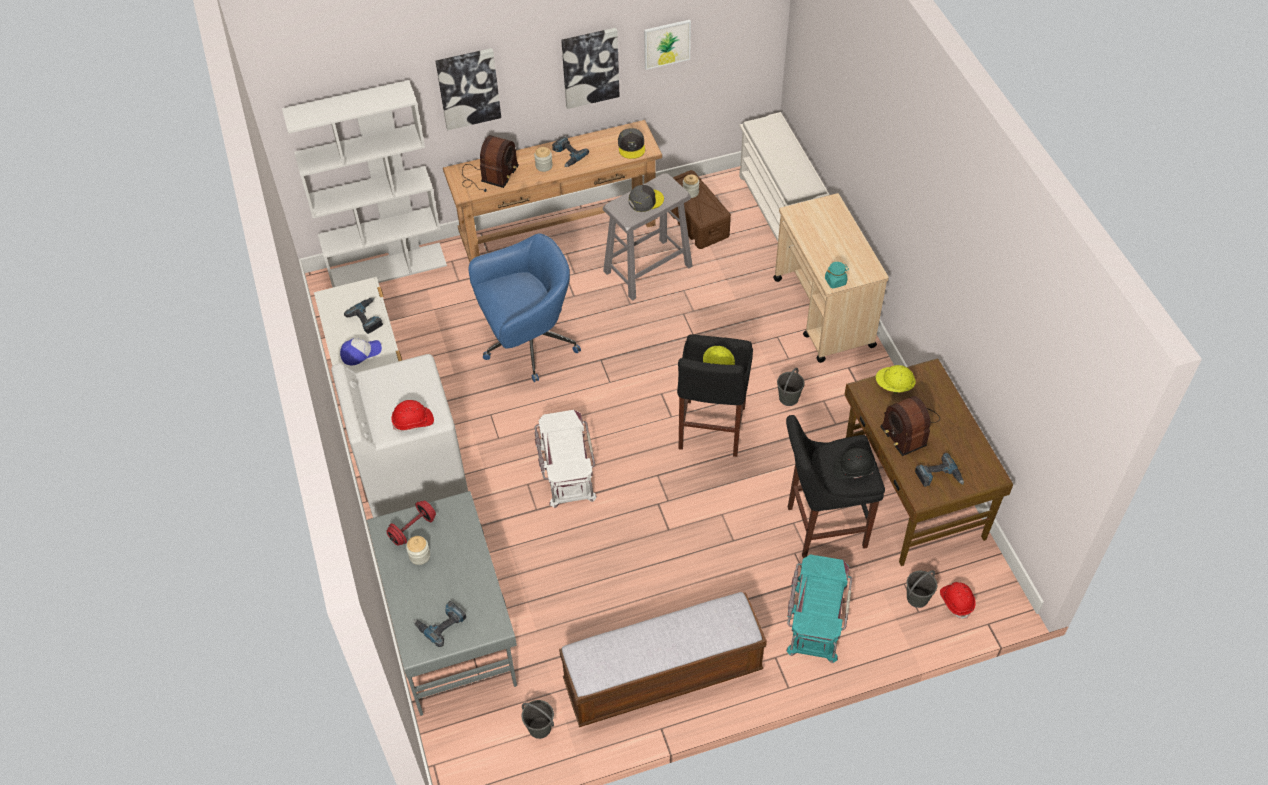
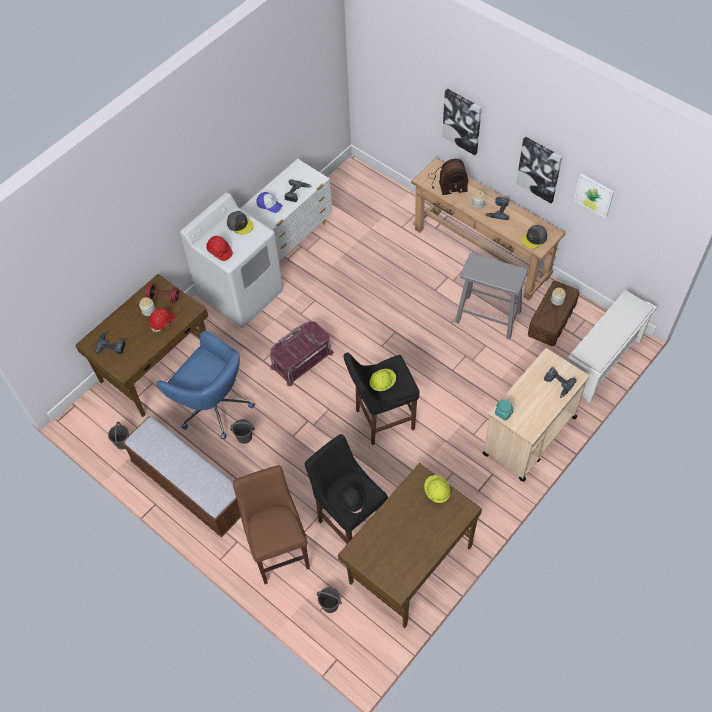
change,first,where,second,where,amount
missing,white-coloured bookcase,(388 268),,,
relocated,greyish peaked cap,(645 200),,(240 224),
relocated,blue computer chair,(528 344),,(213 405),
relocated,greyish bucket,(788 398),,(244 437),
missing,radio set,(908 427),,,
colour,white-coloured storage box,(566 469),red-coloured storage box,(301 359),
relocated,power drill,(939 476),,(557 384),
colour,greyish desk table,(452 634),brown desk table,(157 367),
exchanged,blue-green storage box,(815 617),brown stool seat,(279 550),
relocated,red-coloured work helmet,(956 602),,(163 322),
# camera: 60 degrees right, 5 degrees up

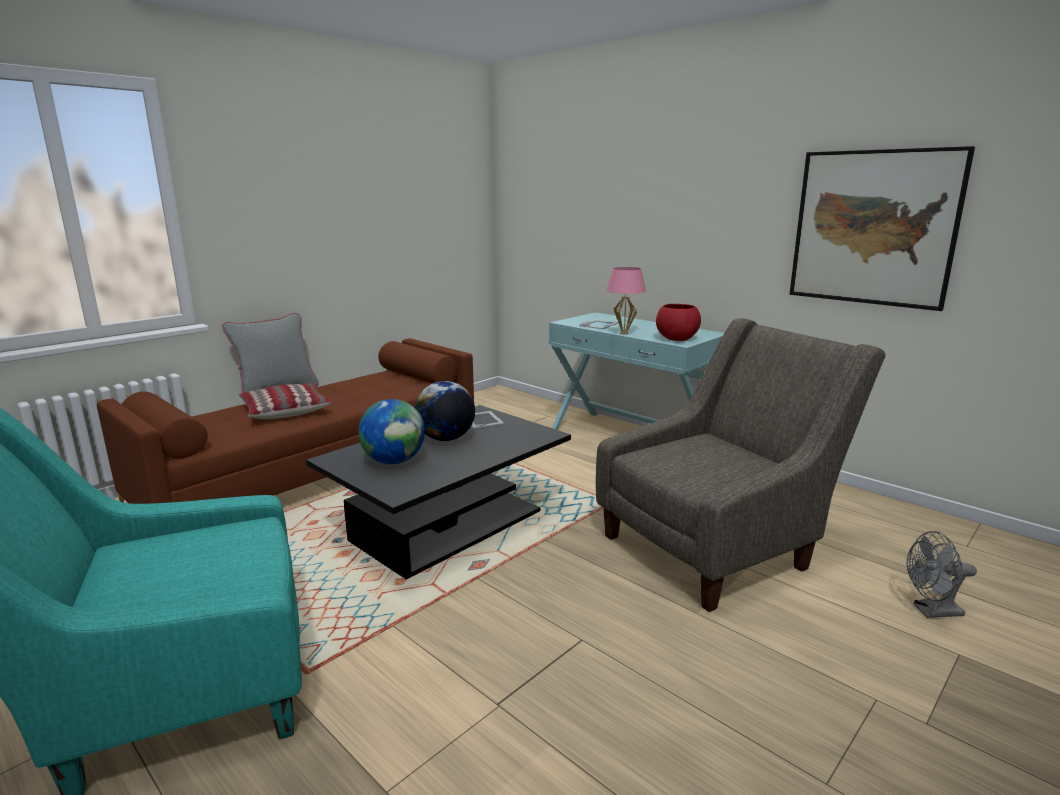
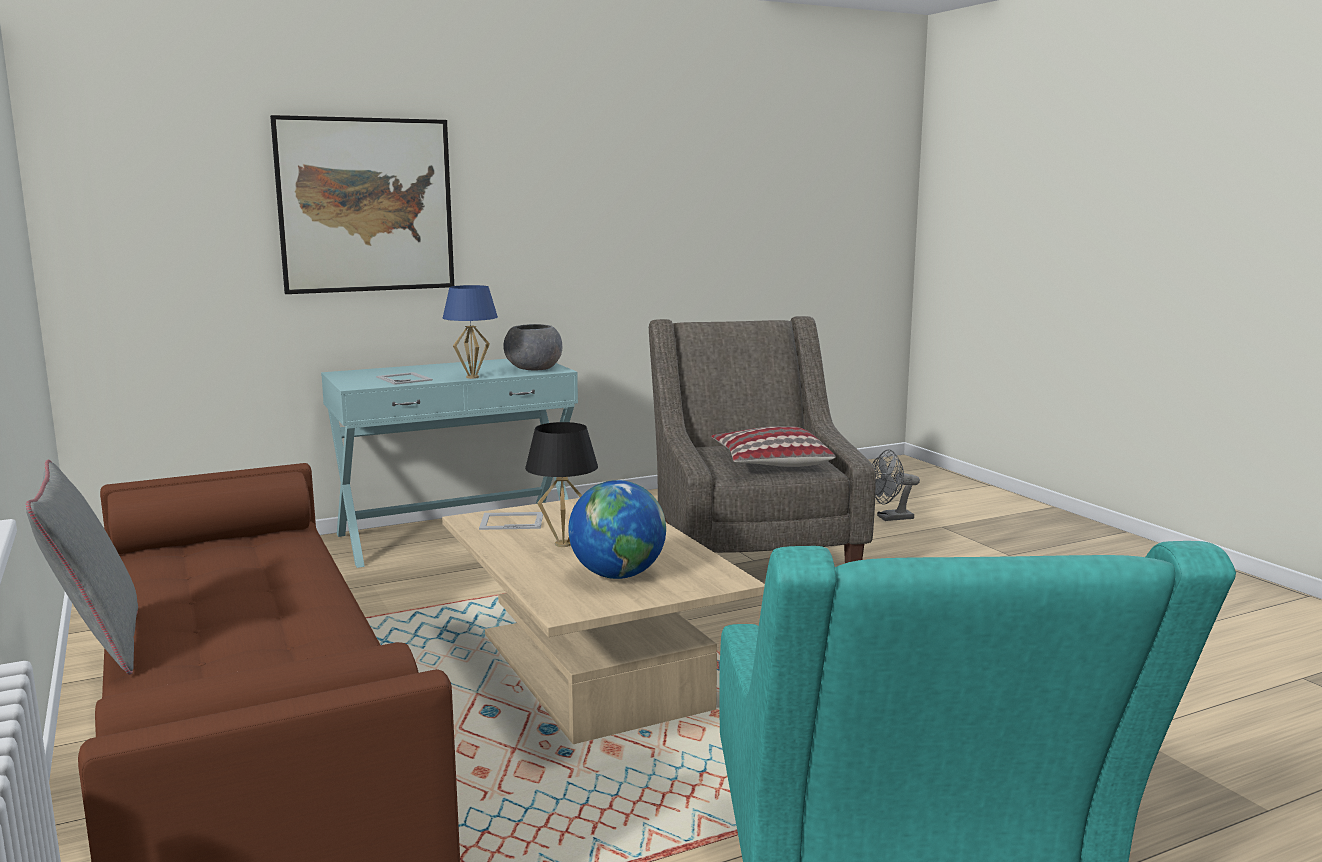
change,first,where,second,where,amount
relocated,wall picture,(873 228),,(366 205),
colour,pink-coloured table lamp,(624 333),blue table lamp,(472 377),
colour,red-coloured bowl,(677 338),greyish bowl,(533 368),
exchanged,globe,(446 438),black table lamp,(563 544),
relocated,throw pillow,(285 410),,(770 463),
colour,black coffee table,(448 526),beige coffee table,(591 670),
spun,greyish electric fan,(931 611),,(890 518),60 degrees clockwise
# camera: 70 degrees left, 5 degrees down

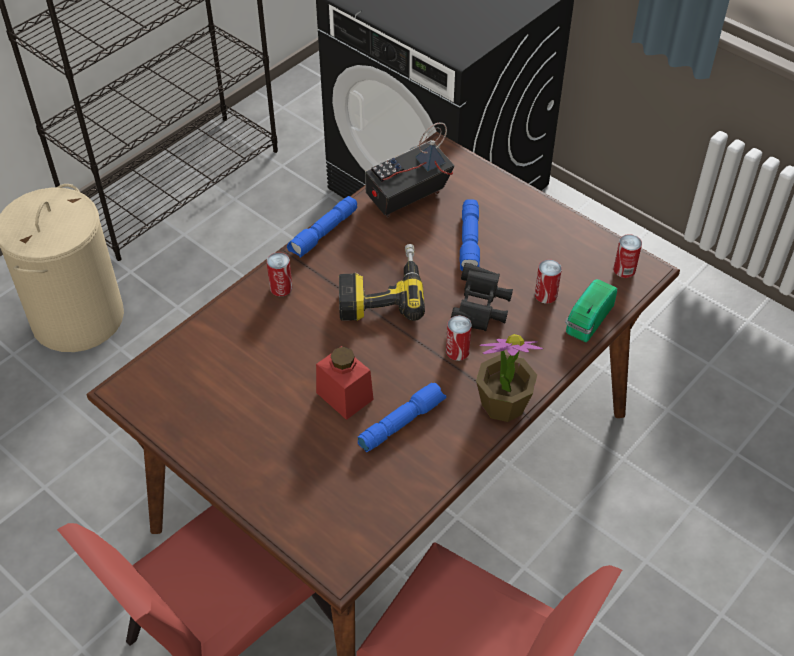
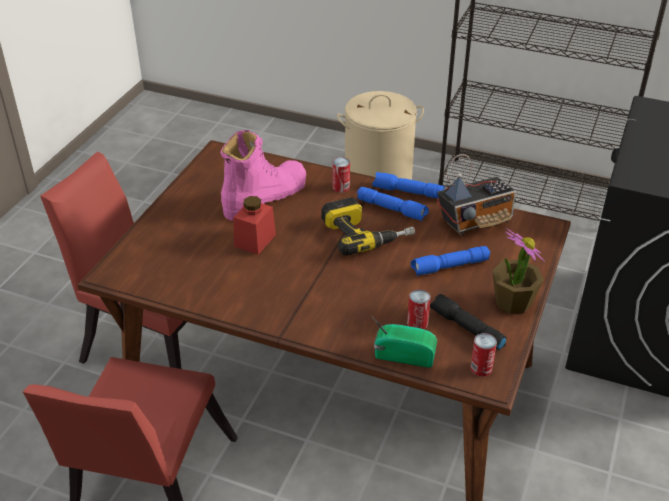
change,first,where,second,where,amount
spun,radio set,(406 198),,(476 222),120 degrees clockwise
missing,black pair of binoculars,(480 309),,,
missing,sealed can,(457 351),,,
relocated,houseplant,(503 404),,(512 302),
relocated,blue flashlight,(401 422),,(392 209),
appeared,,,pink-coloured high-top boot,(264 197),
appeared,,,black flashlight,(466 328),
# camera: 70 degrees right, 10 degrees down

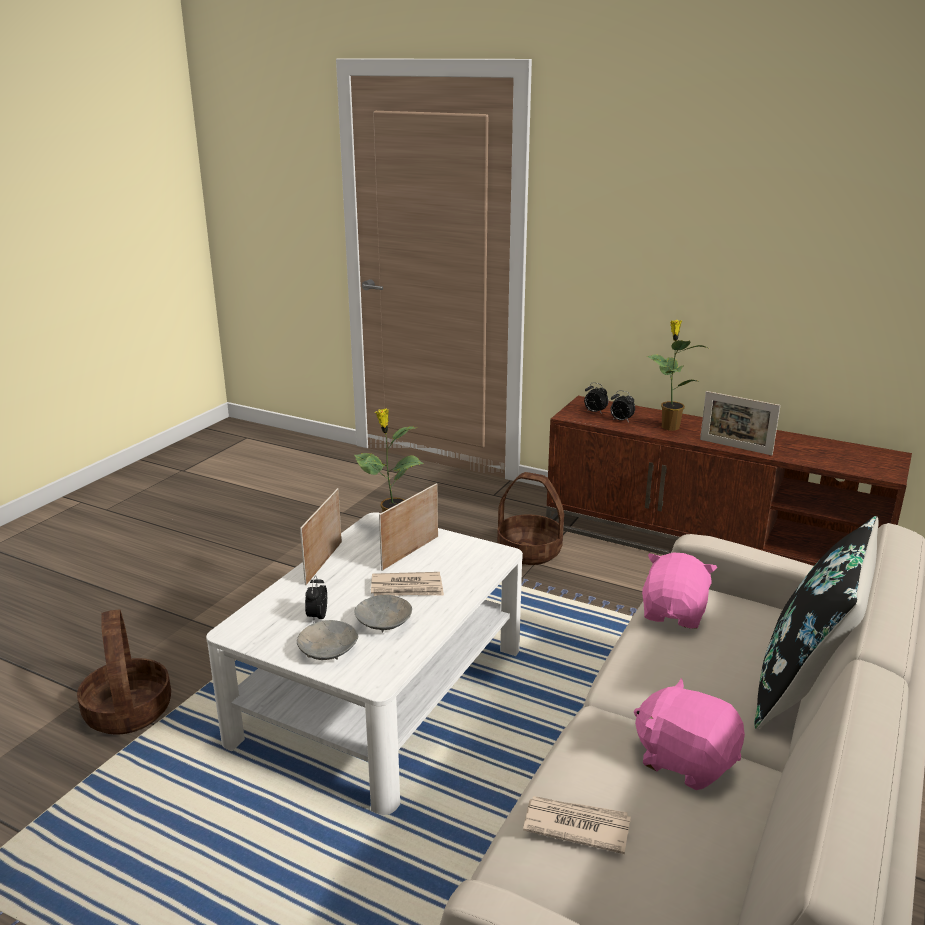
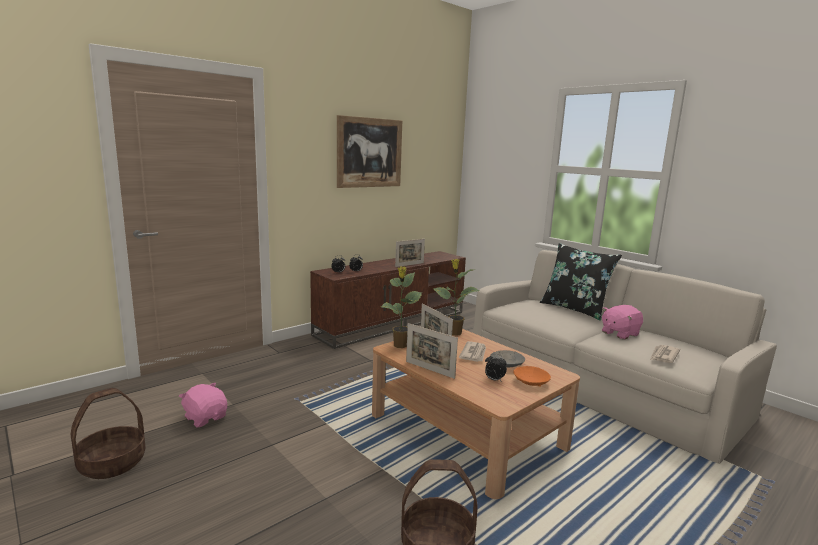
change,first,where,second,where,amount
relocated,houseplant,(669 426),,(454 333),
relocated,household basket,(530 551),,(112 462),
colour,white-coloured coffee table,(381 693),brown coffee table,(466 430),
relocated,pink-coloured cuddly toy,(674 613),,(206 418),
colour,greyish bowl,(327 650),orange bowl,(530 382),
appeared,,,wall picture,(369 153),
# camera: 70 degrees left, 10 degrees down

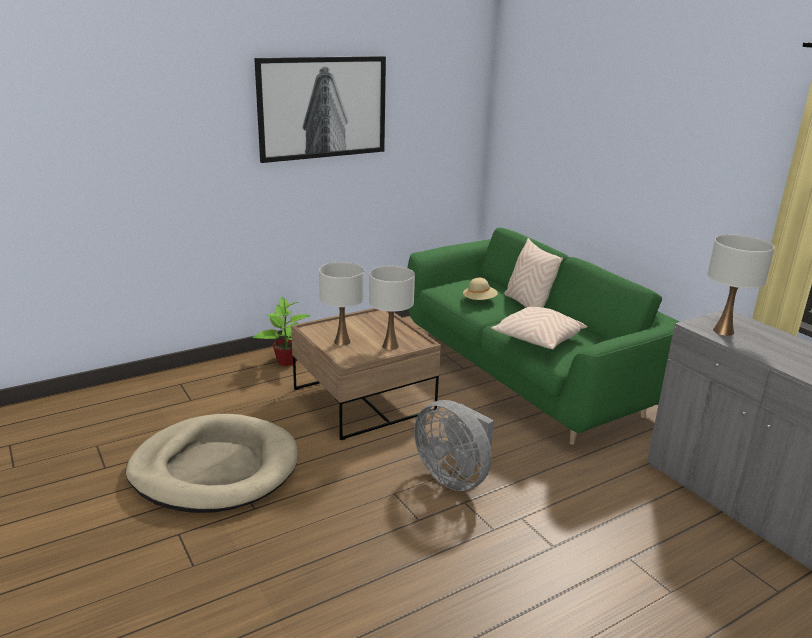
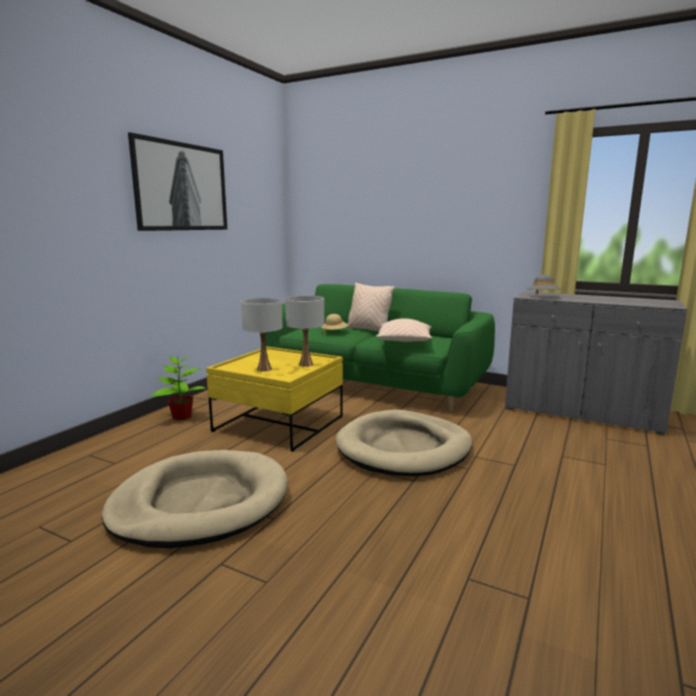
change,first,where,second,where,amount
exchanged,white-coloured table lamp,(723 331),greyish clothing hat,(543 297),
colour,brown coffee table,(364 400),yellow coffee table,(279 424),
exchanged,greyish electric fan,(454 476),beige dog cushion,(404 448),
# camera: 30 degrees left, 10 degrees down

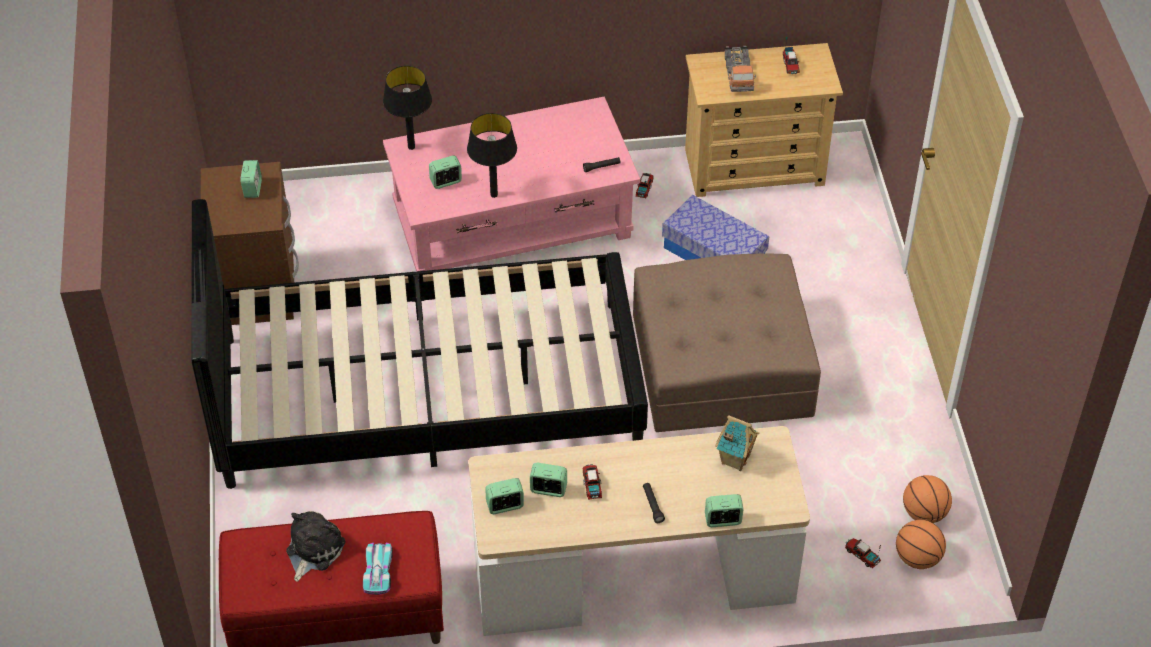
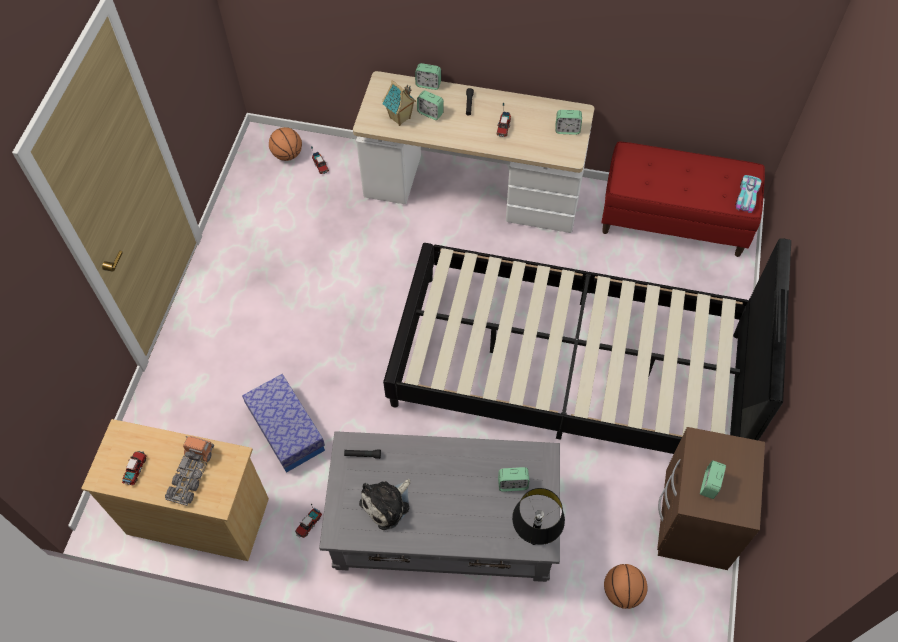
change,first,where,second,where,amount
colour,pink-coloured coffee table,(511 221),greyish coffee table,(444 525),
missing,black table lamp,(494 195),,,
missing,brown ottoman,(721 363),,,
relocated,alarm clock,(548 489),,(430 113),
relocated,basketball,(924 513),,(622 592),
relocated,cuddly toy,(313 550),,(387 504),
relocated,model car,(378 571),,(747 196),
# camera: 160 degrees left, 10 degrees up

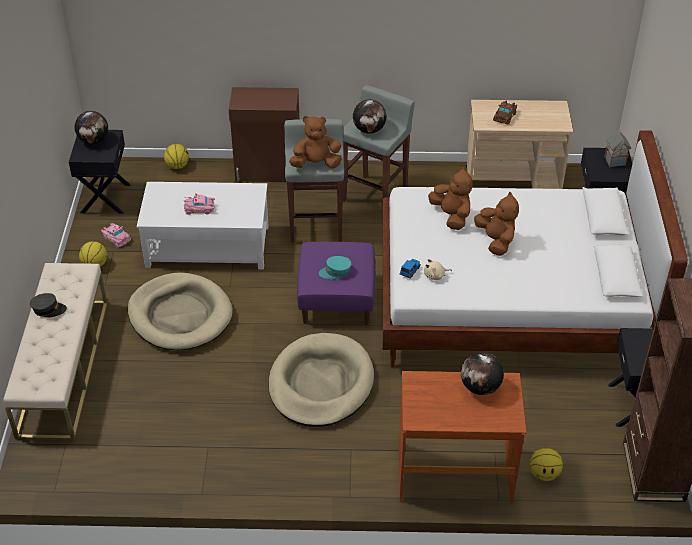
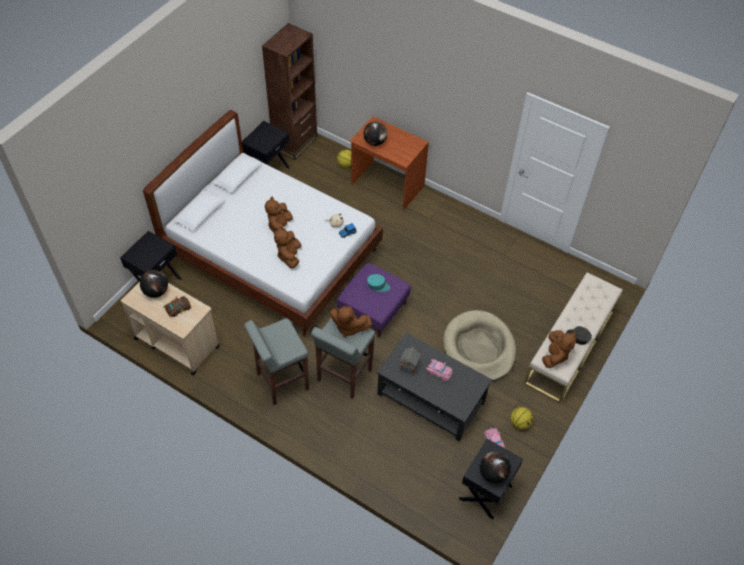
change,first,where,second,where,amount
missing,brown cupboard,(268 171),,,
relocated,globe,(369 130),,(156 292),
relocated,toy house,(615 161),,(409 367),
missing,basketball,(177 166),,,
colour,white-coloured coffee table,(207 246),black coffee table,(431 398),
missing,beige dog cushion,(321 384),,,
appeared,,,brown cuddly toy,(555 355),
# camera: 150 degrees left, 10 degrees up

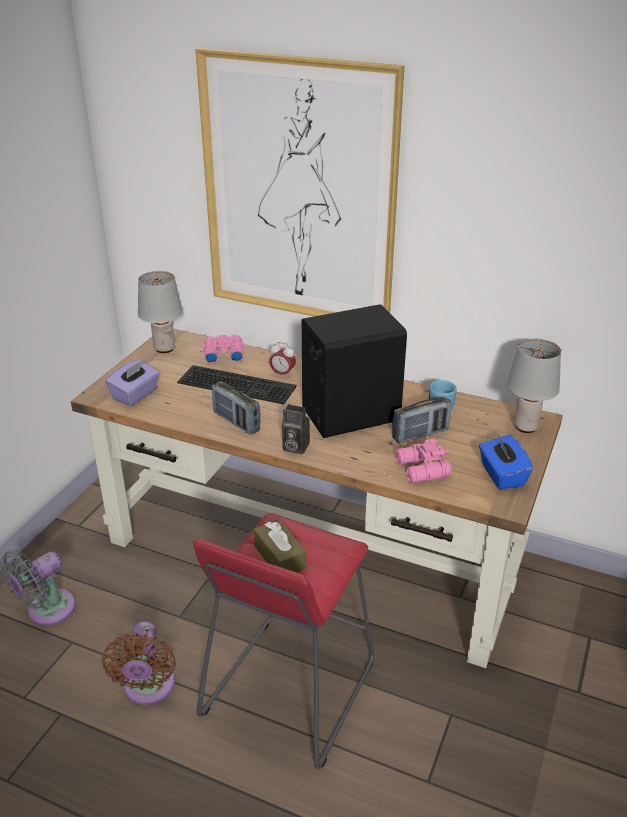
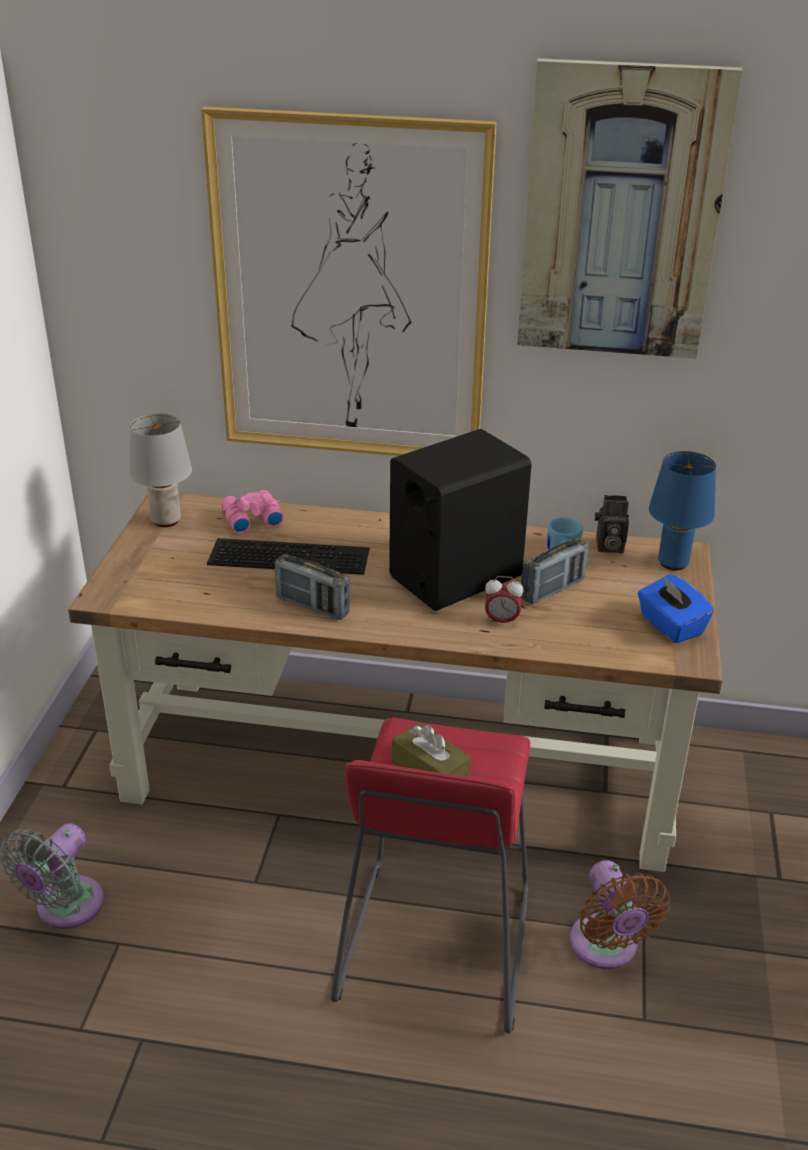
change,first,where,second,where,amount
colour,greyish table lamp,(524 427),blue table lamp,(672 563),
relocated,alarm clock,(282 374),,(502 621),
missing,purple tissue box,(135 395),,,
relocated,still camera,(294 447),,(608 547),
missing,pink-coloured pair of binoculars,(421 470),,,
relocated,brown electric fan,(148 688),,(606 948),
appeared,,,wall picture,(621 214),
# camera: 15 degrees left, 0 degrees up

